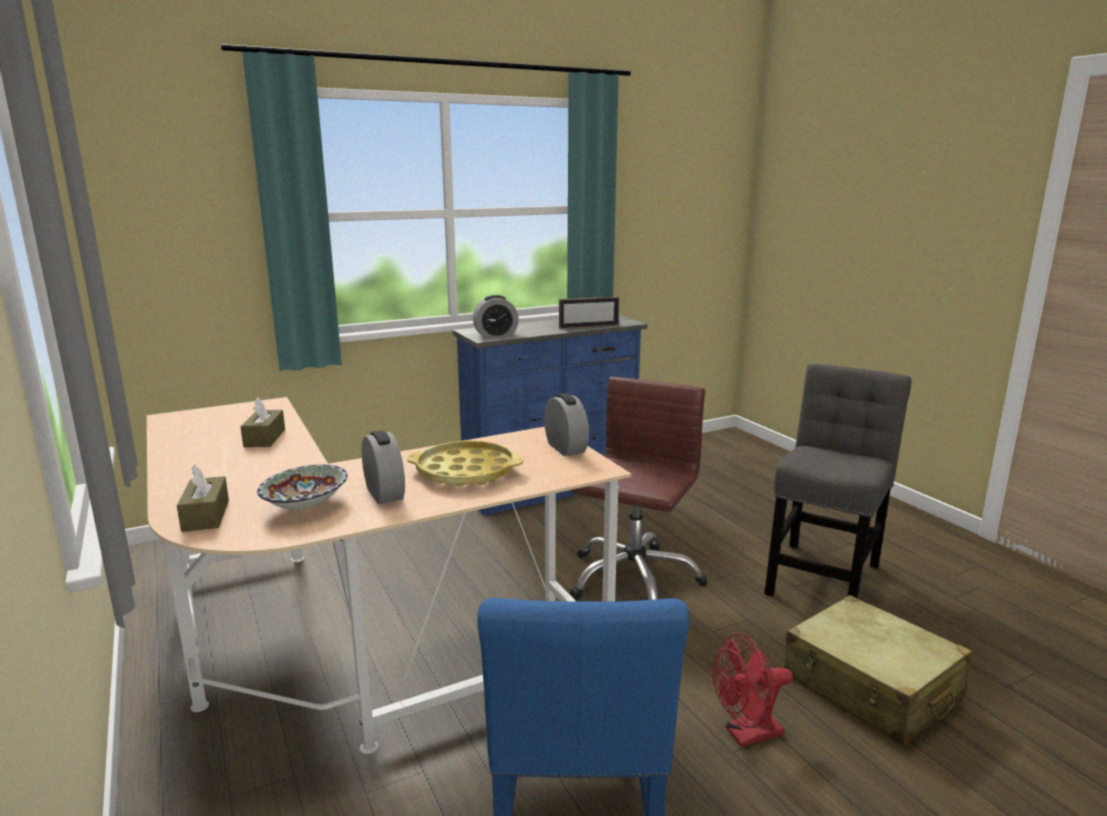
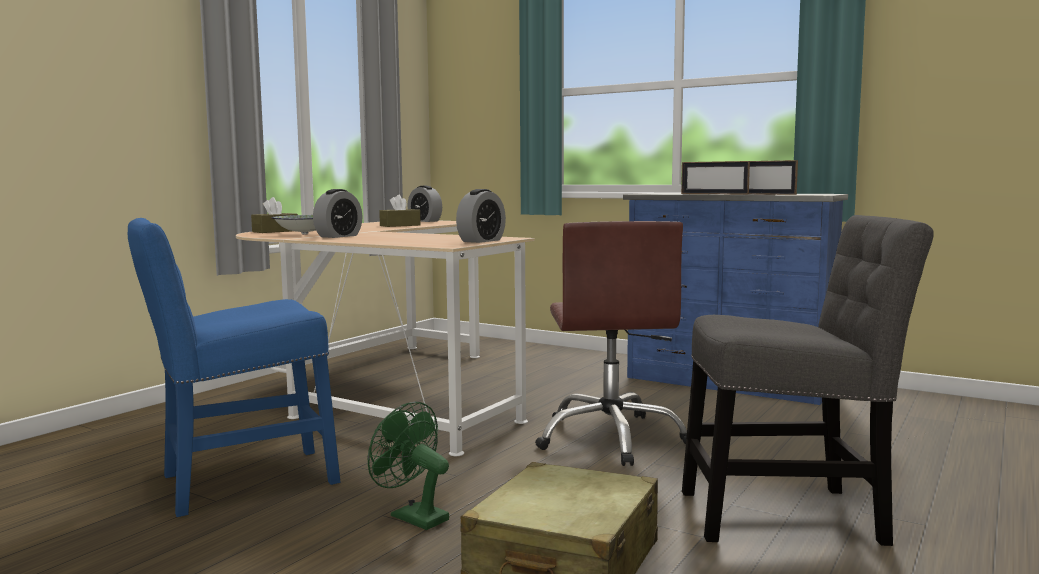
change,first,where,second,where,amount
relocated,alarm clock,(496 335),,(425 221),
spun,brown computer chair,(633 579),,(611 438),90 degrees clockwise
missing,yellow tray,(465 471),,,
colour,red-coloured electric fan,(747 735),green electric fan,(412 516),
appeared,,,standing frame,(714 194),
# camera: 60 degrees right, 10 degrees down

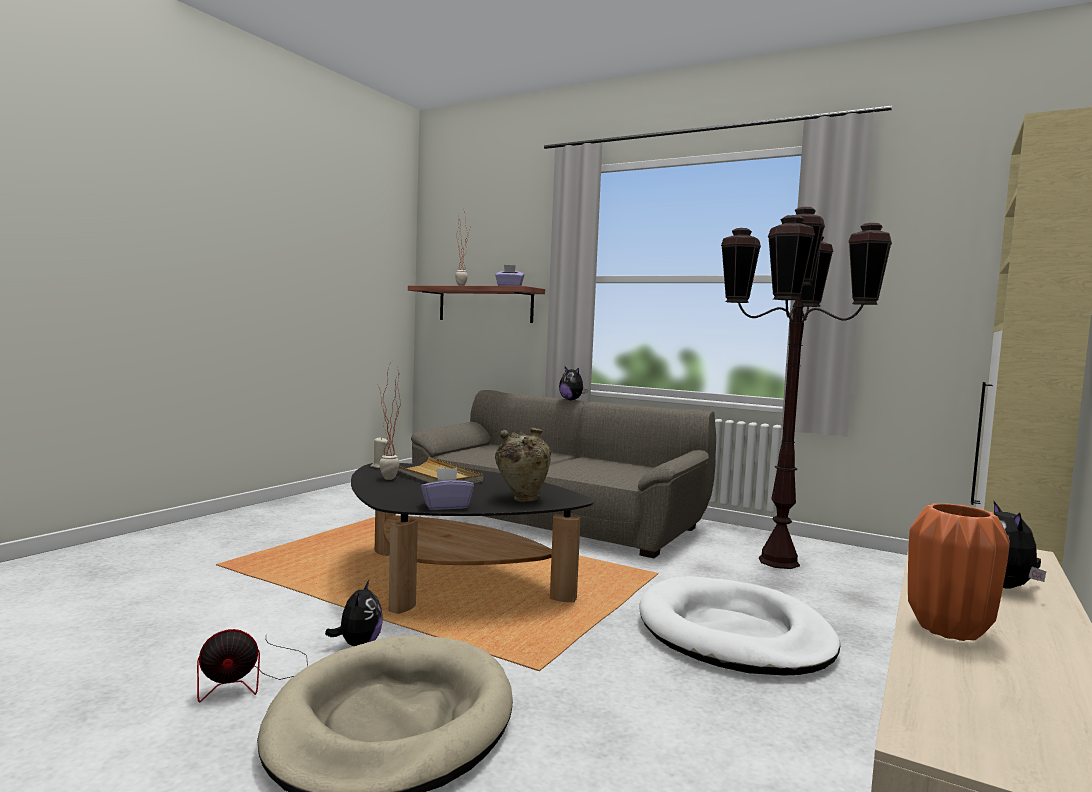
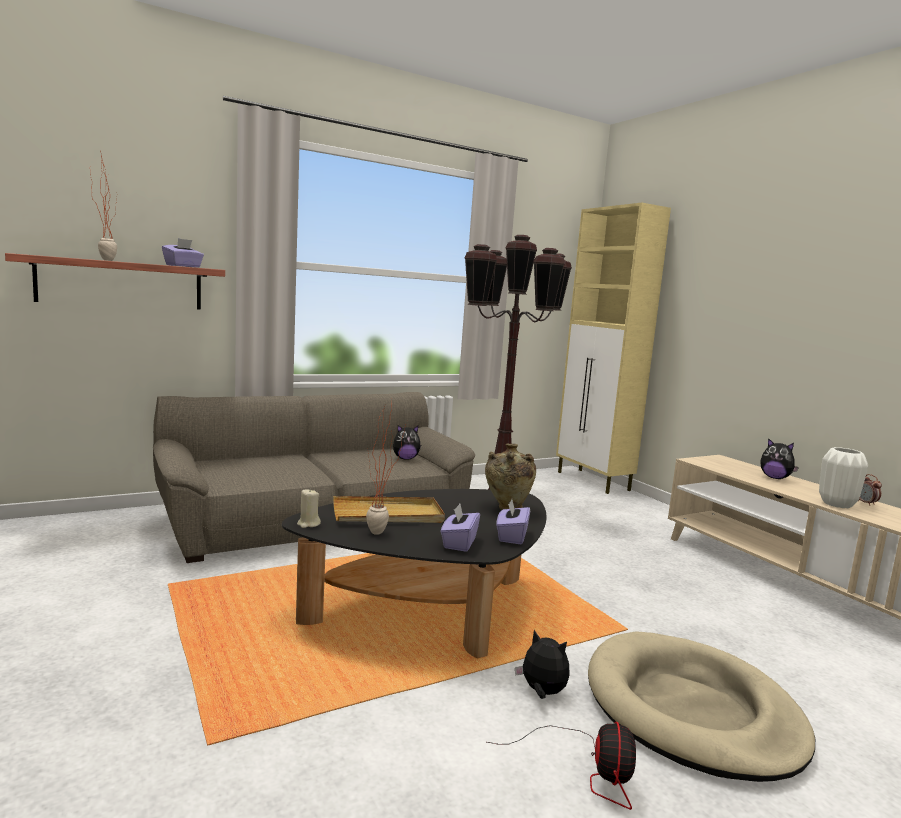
change,first,where,second,where,amount
relocated,cuddly toy,(571 400),,(405 458),
colour,orange decorative vase,(949 629),white-coloured decorative vase,(836 504),
missing,white-coloured dog cushion,(733 634),,,
appeared,,,alarm clock,(866 503),
appeared,,,purple tissue box,(459 543),
# camera: 60 degrees left, 5 degrees up

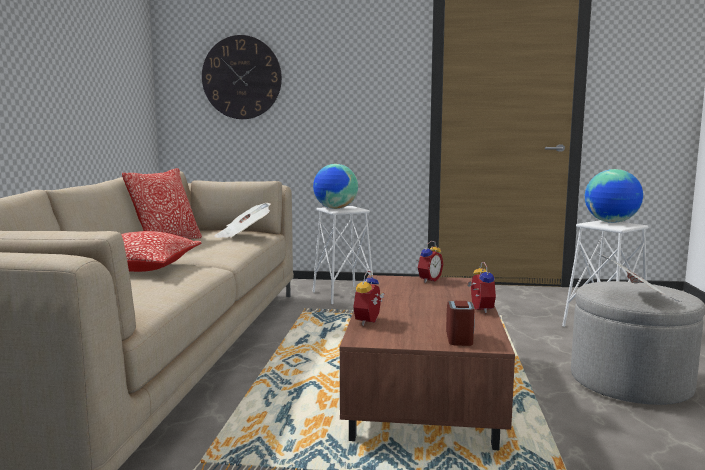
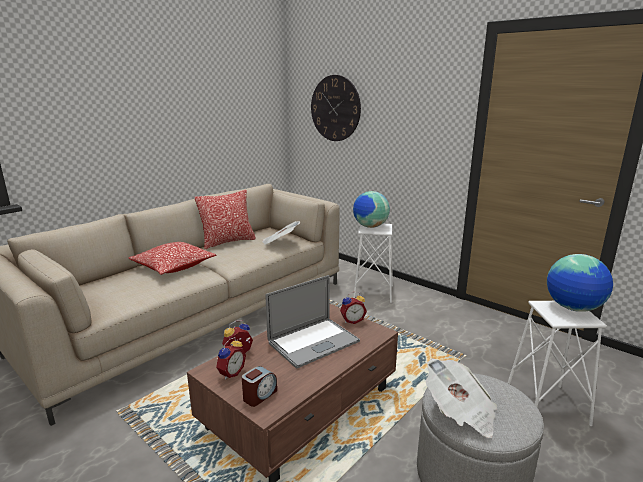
change,first,where,second,where,amount
relocated,alarm clock,(479 309),,(230 373),
appeared,,,notebook computer,(313 342),
# camera: 35 degrees right, 10 degrees up

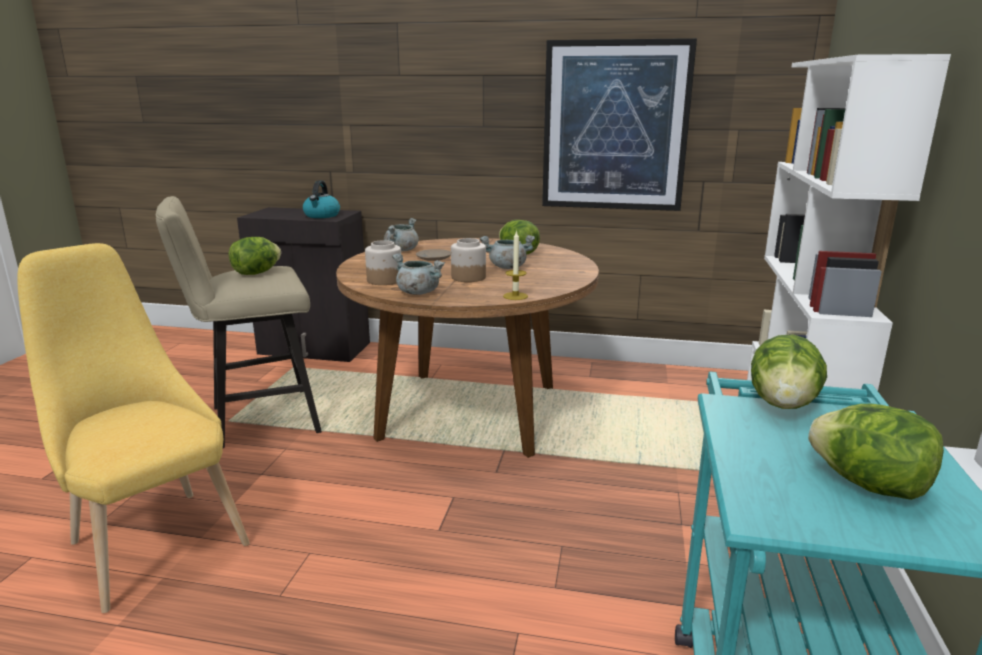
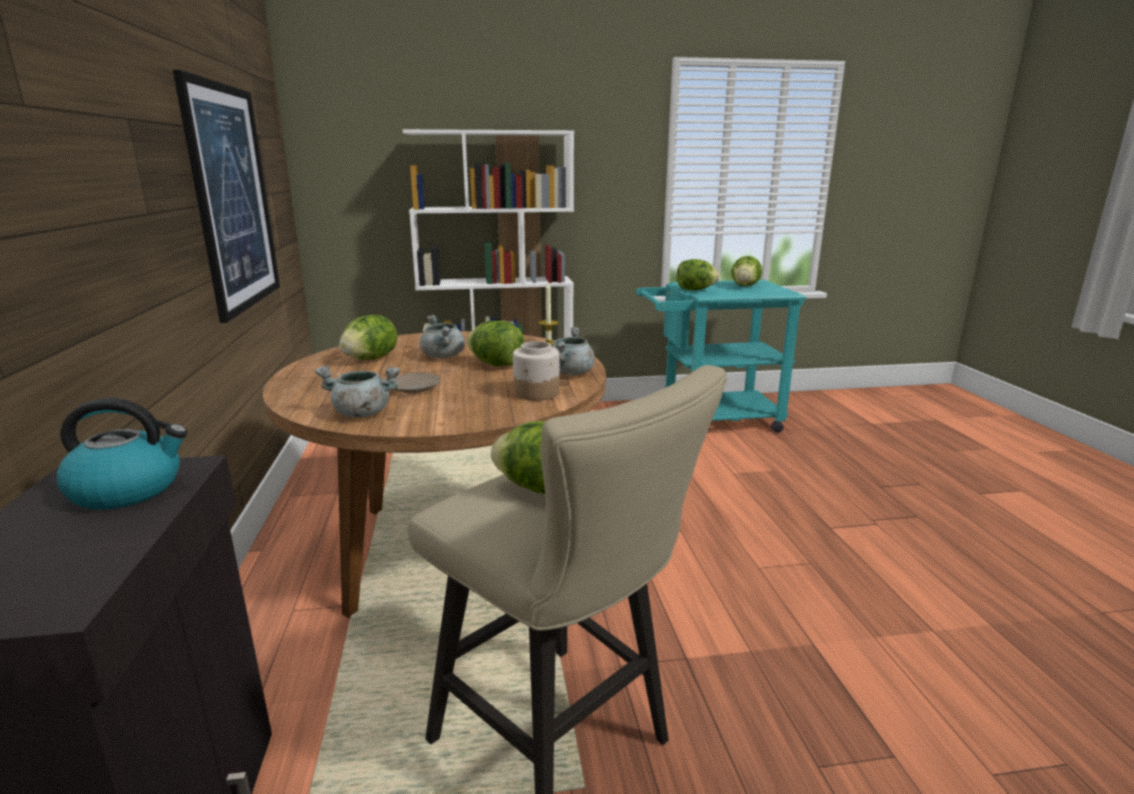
change,first,where,second,where,amount
exchanged,preserve jar,(468 277),head of lettuce,(496 364),
missing,yellow upright chair,(152 540),,,
# camera: 110 degrees left, 0 degrees up

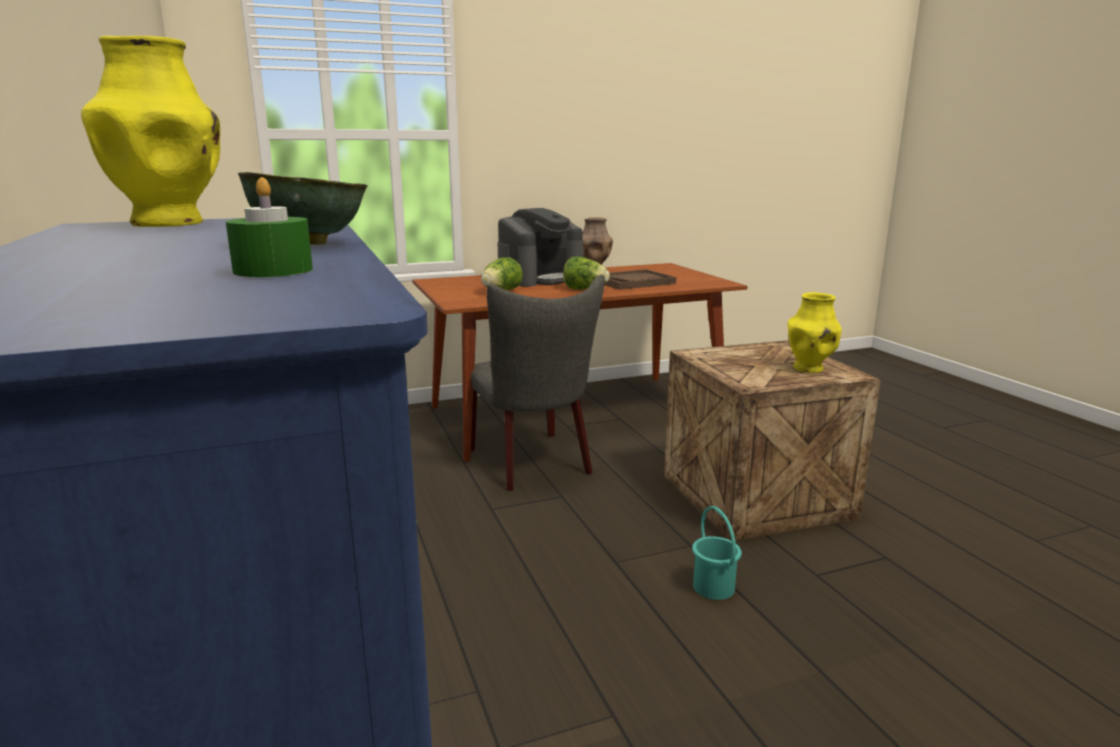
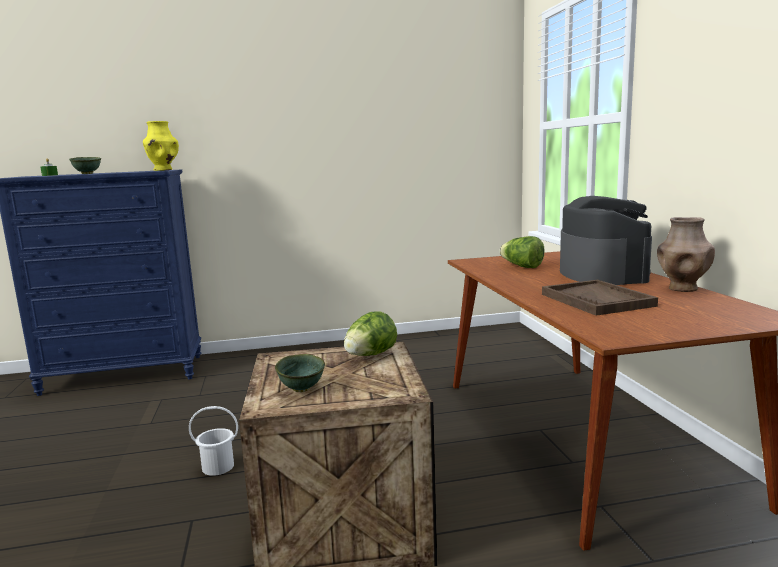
change,first,where,second,where,amount
spun,coffee brewer,(540 278),,(602 274),150 degrees counterclockwise
relocated,head of lettuce,(585 289),,(370 355),
missing,greyish upright chair,(534 464),,,
exchanged,yellow decorative vase,(809 369),green bowl,(302 389),
colour,blue-green bucket,(713 587),white-coloured bucket,(218 466),
# camera: 100 degrees right, 5 degrees down

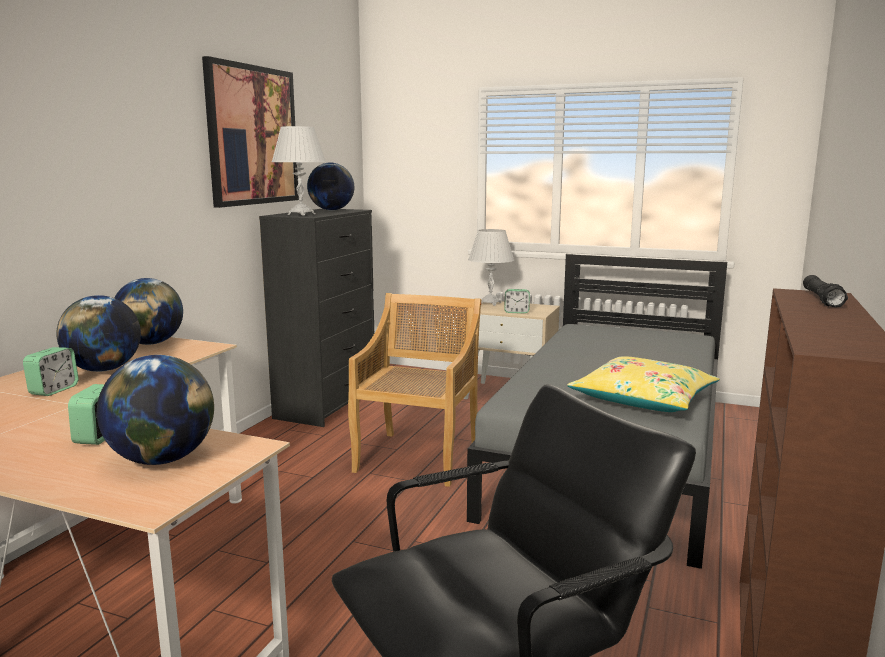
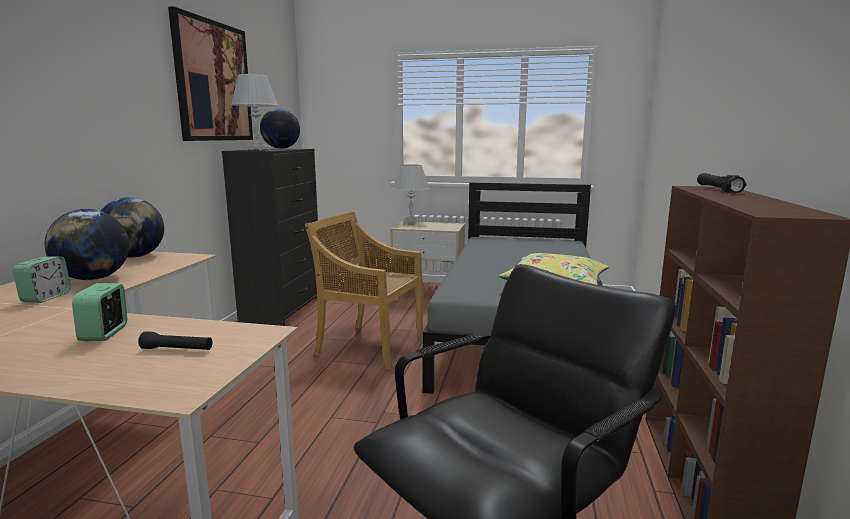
change,first,where,second,where,amount
missing,alarm clock,(516 312),,,
spun,beige upright chair,(418 457),,(369 345),75 degrees counterclockwise
exchanged,globe,(162 460),black flashlight,(177 349),
# camera: 10 degrees left, 0 degrees up

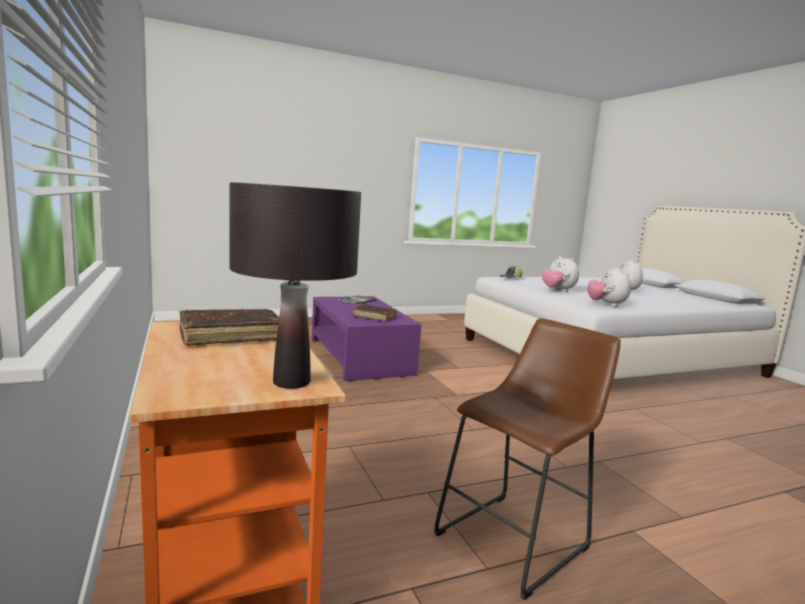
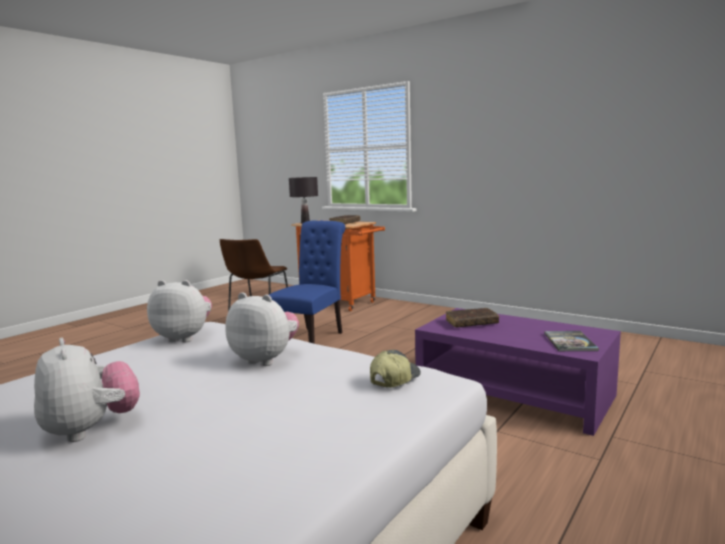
change,first,where,second,where,amount
spun,cuddly toy,(606 305),,(184 338),45 degrees counterclockwise
appeared,,,blue upright chair,(312 338),
# camera: 150 degrees right, 0 degrees up

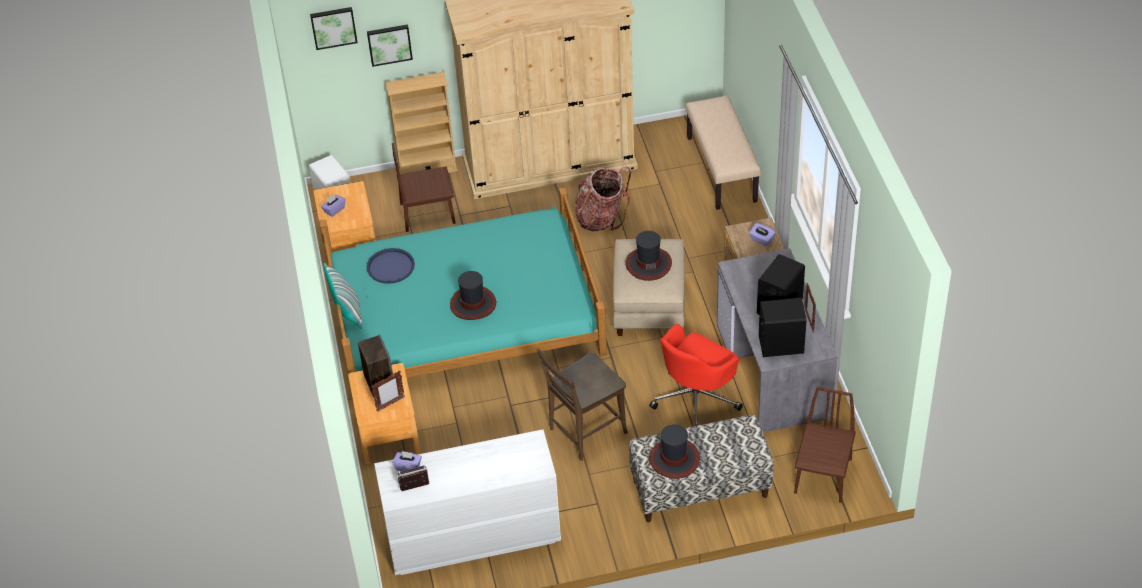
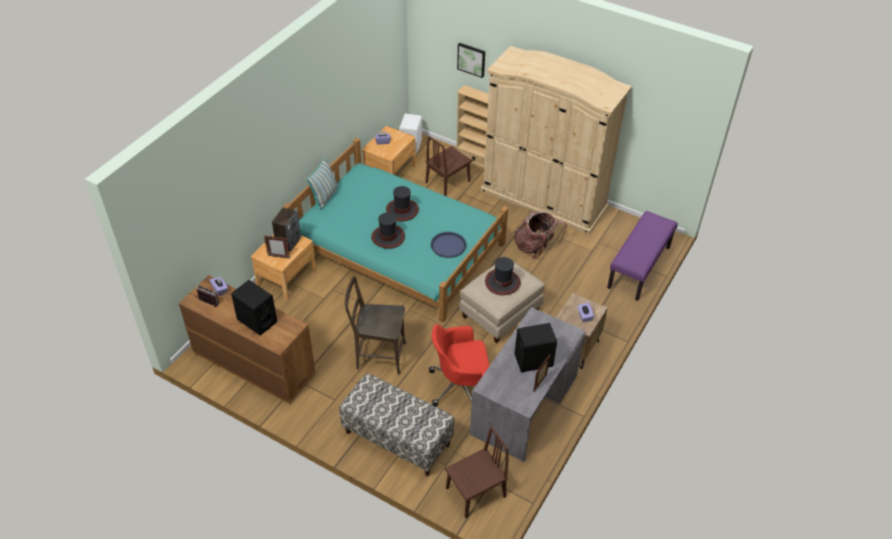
change,first,where,second,where,amount
missing,wall picture,(333 27),,,
colour,beige long seat,(722 169),purple long seat,(639 268),
spun,brown upright chair,(427 213),,(447 182),75 degrees counterclockwise
relocated,blue tray,(390 266),,(448 245),
relocated,black speaker,(780 345),,(257 321),
relocated,clothing hat,(674 459),,(402 210),
colour,white-coloured chest of drawers,(472 537),brown chest of drawers,(253 364),
# camera: 40 degrees right, 0 degrees up

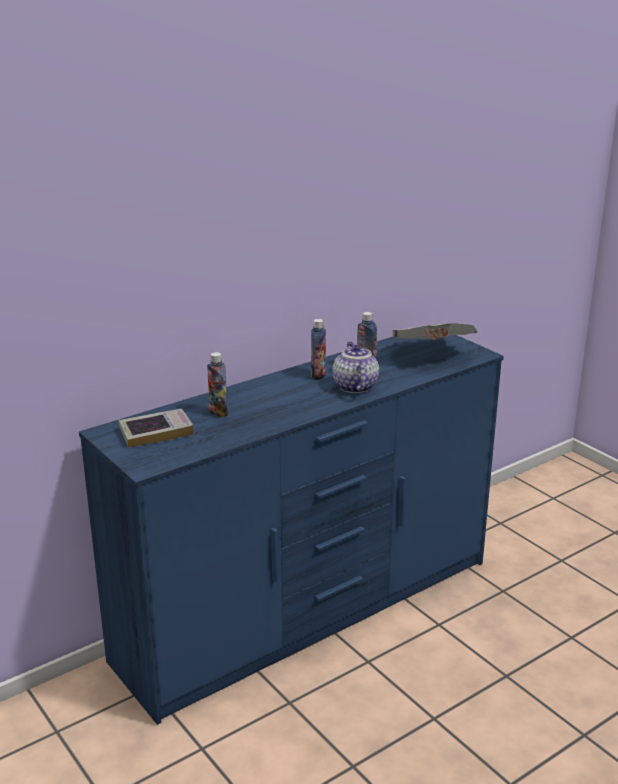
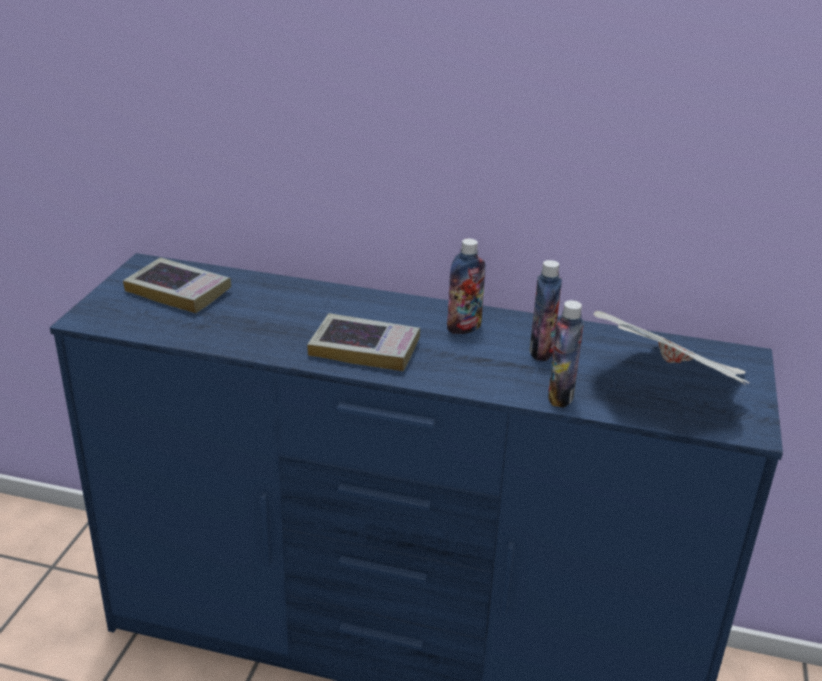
change,first,where,second,where,amount
missing,teapot,(354 386),,,
relocated,drink bottle,(218 412),,(560 396),
appeared,,,bound book,(365 349),
# camera: 50 degrees right, 5 degrees up

